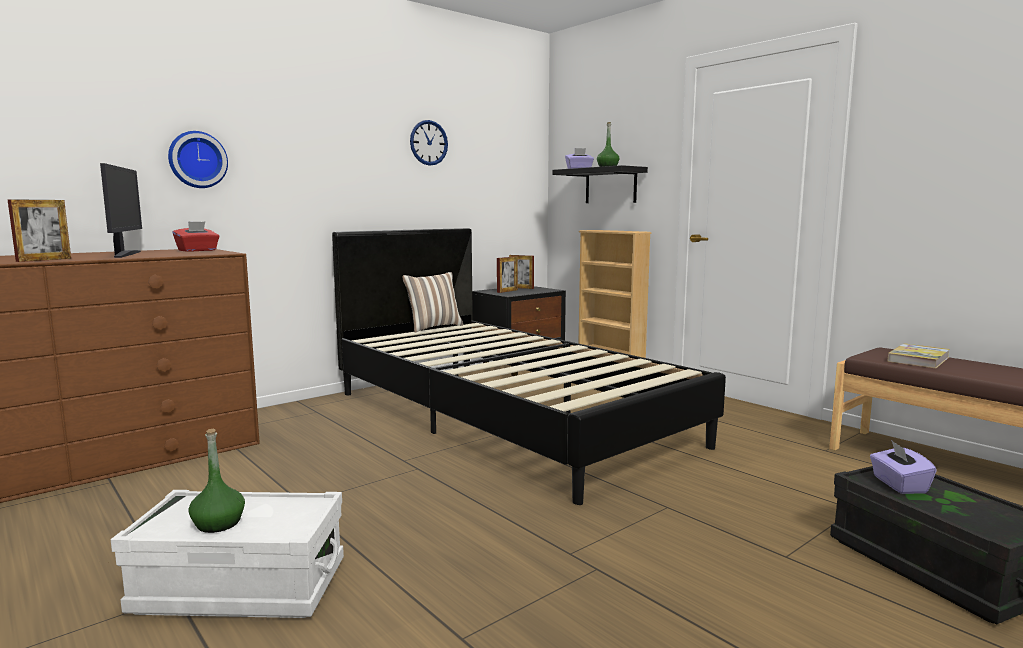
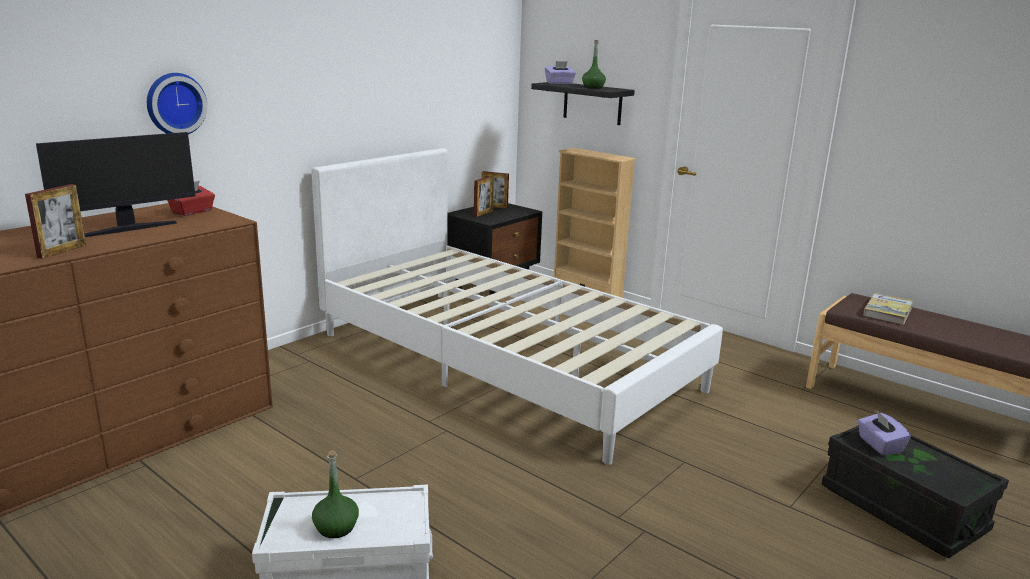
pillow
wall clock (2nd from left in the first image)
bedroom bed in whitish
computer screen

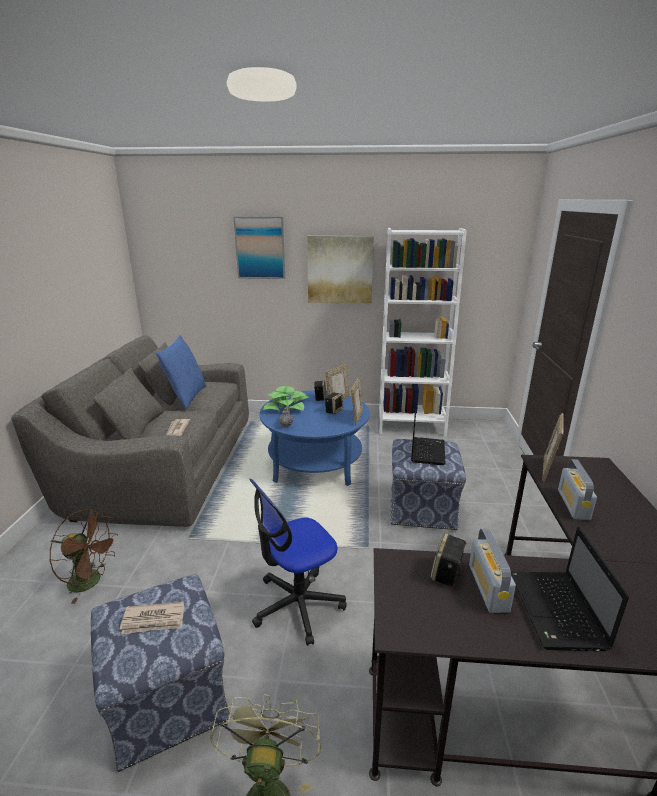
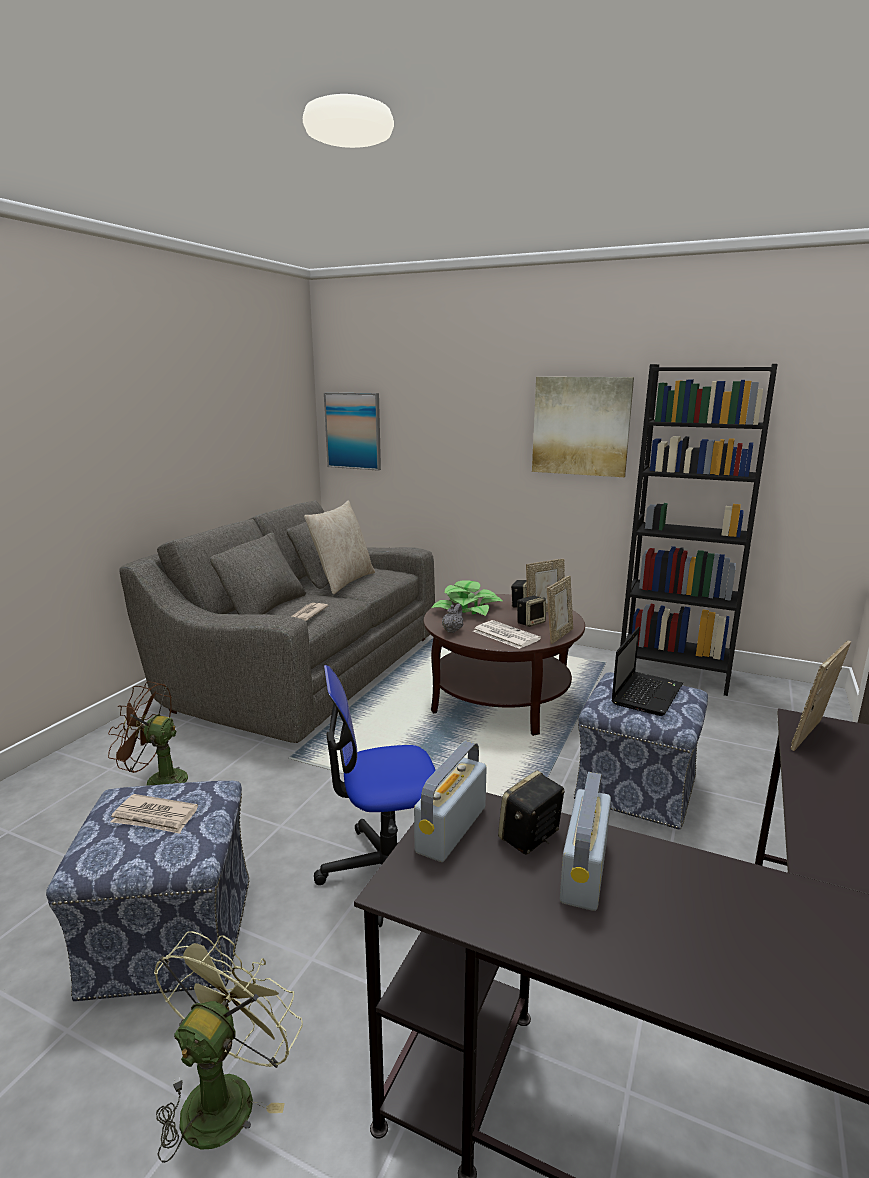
notebook computer (2nd from left in the first image)
newspaper (3rd from left)
wall art (1st from left)
radio (1st from left)
pillow in sand-coloured
coffee table in brown-coloured
bookcase in blackish
electric fan in brown-coloured

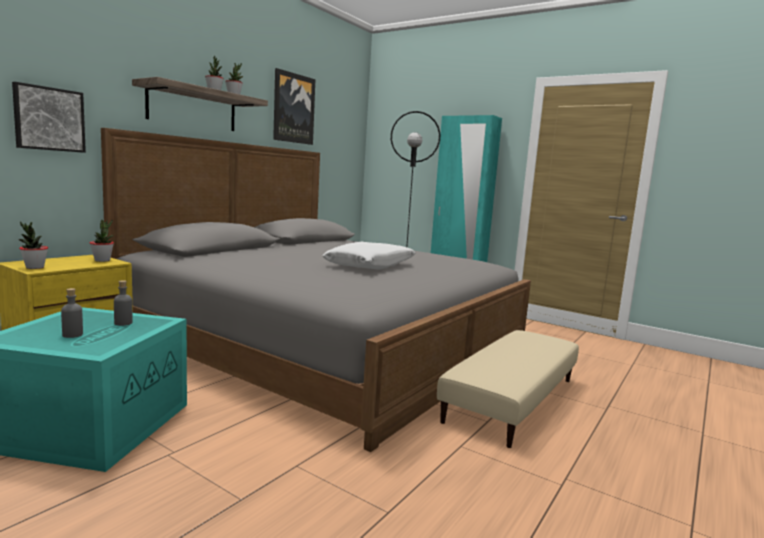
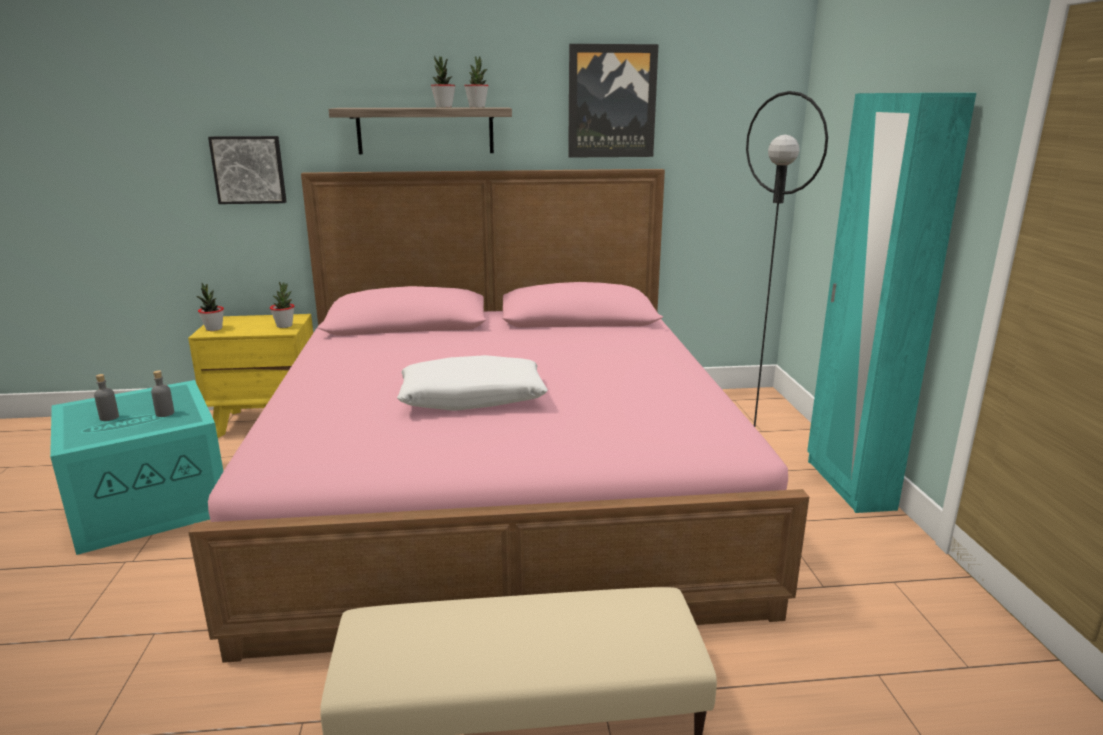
bedroom bed in pinkish

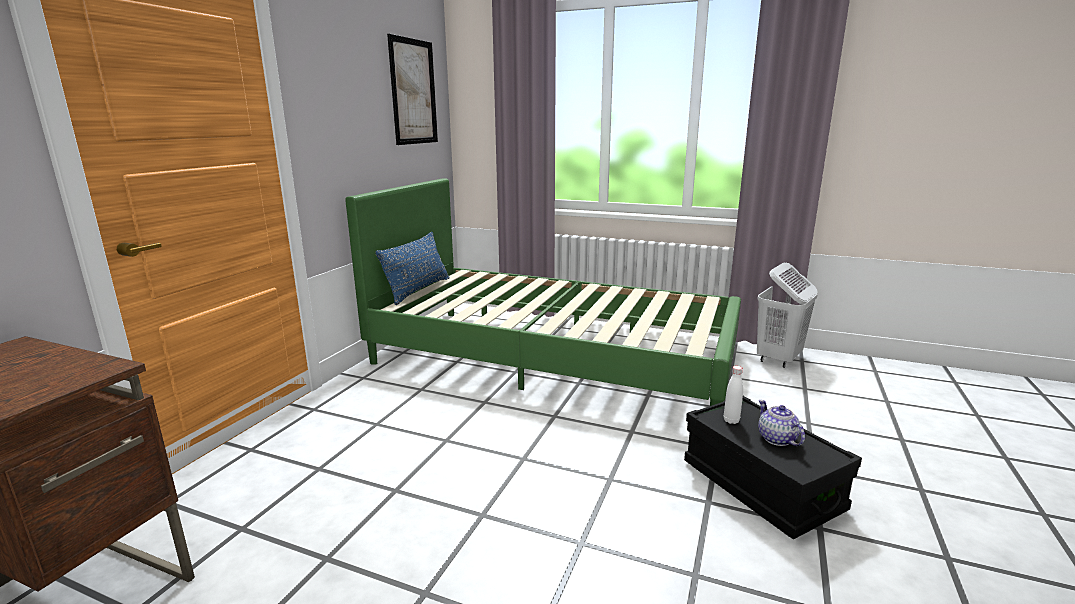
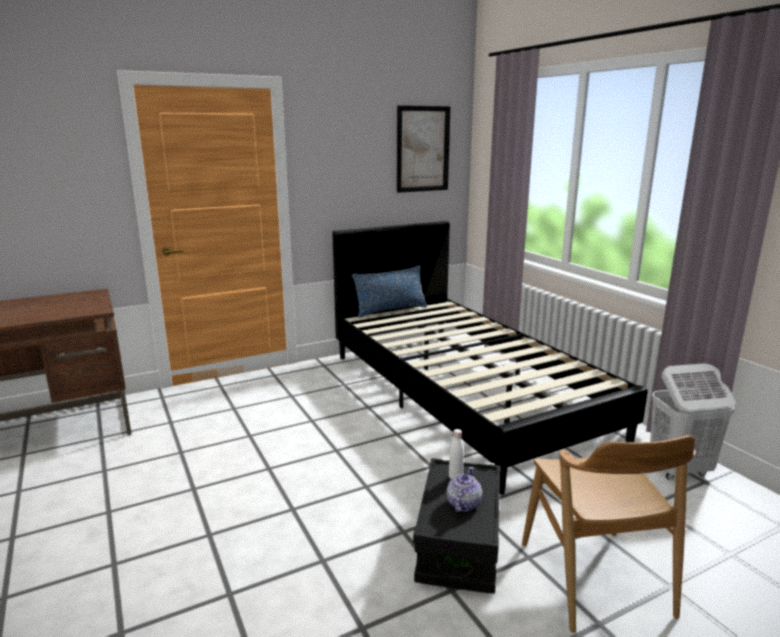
upright chair in brown-coloured
bedroom bed in blackish

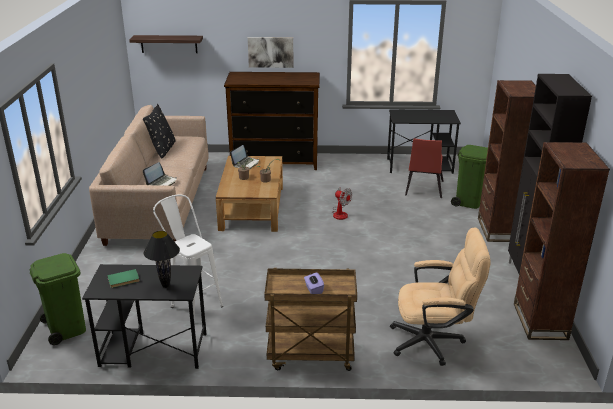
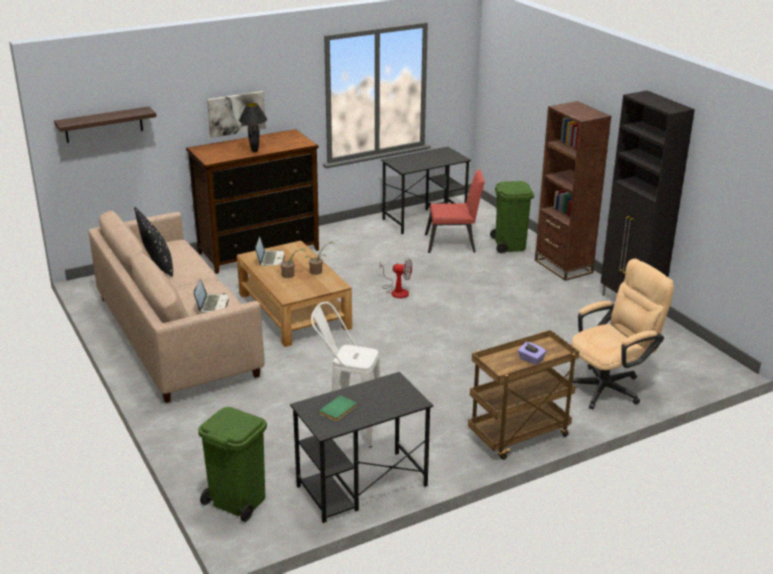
bookcase in brown-coloured (2nd from left in the first image)
lamp for a table in blackish
upright chair in red

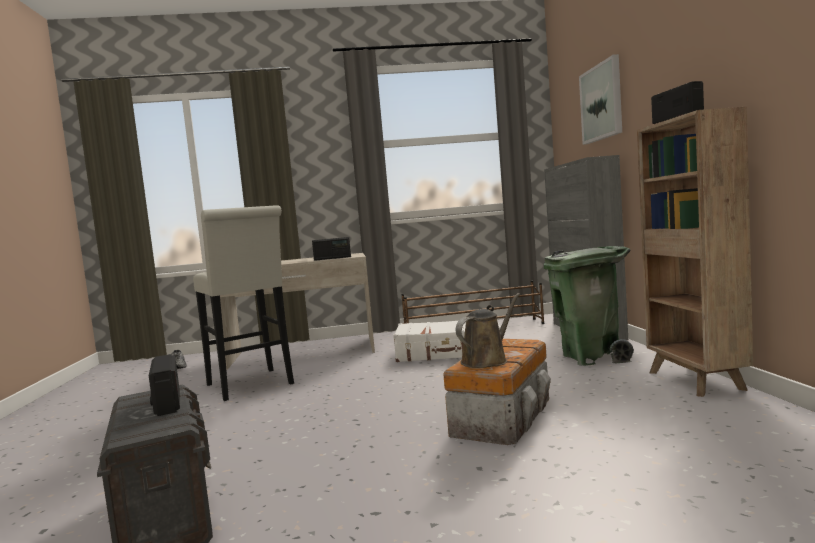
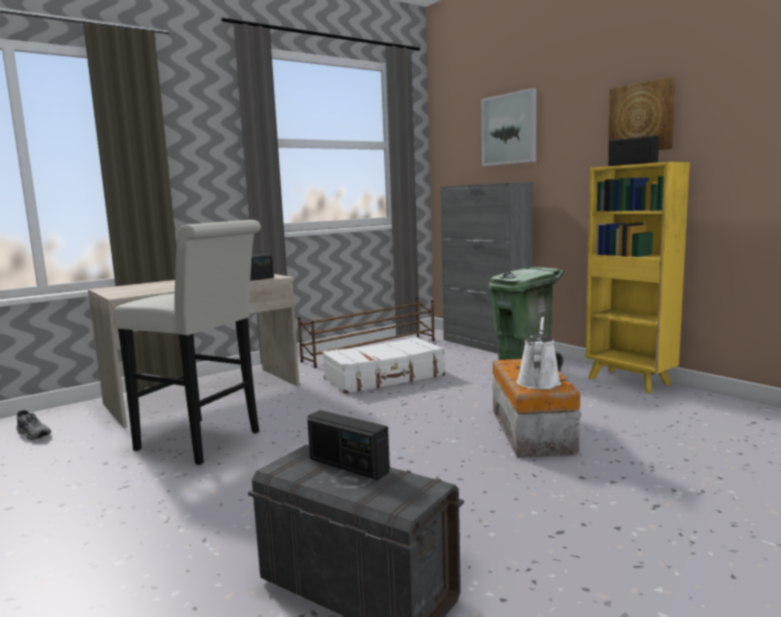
wall art (2nd from left)
watering can in whitish
bookcase in yellow-coloured

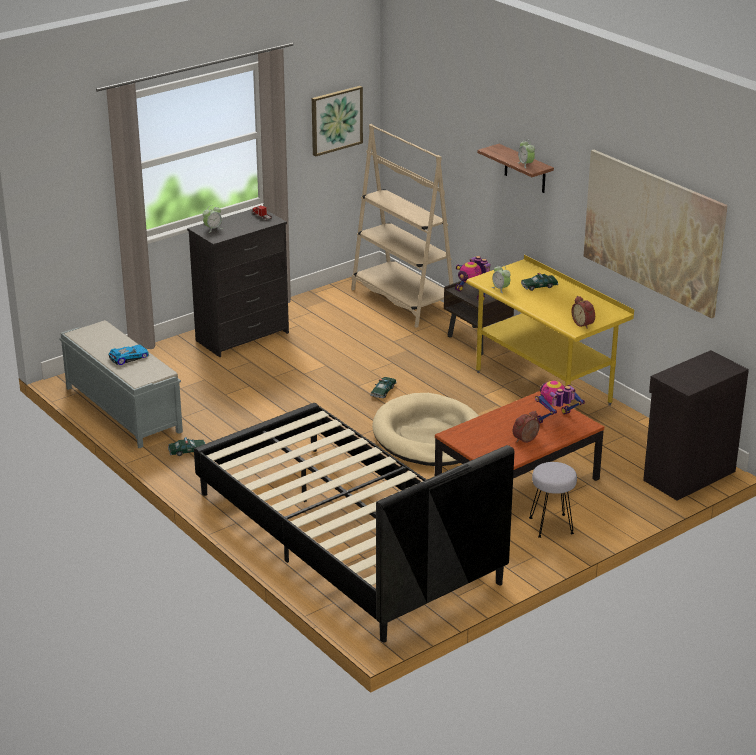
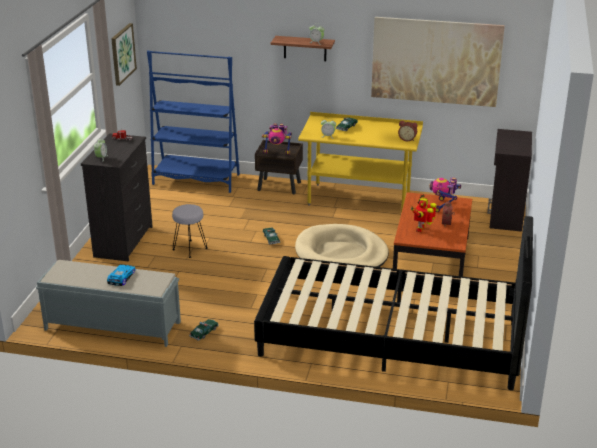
model robot (2nd from left)
stool seat in grey
bookcase in blue

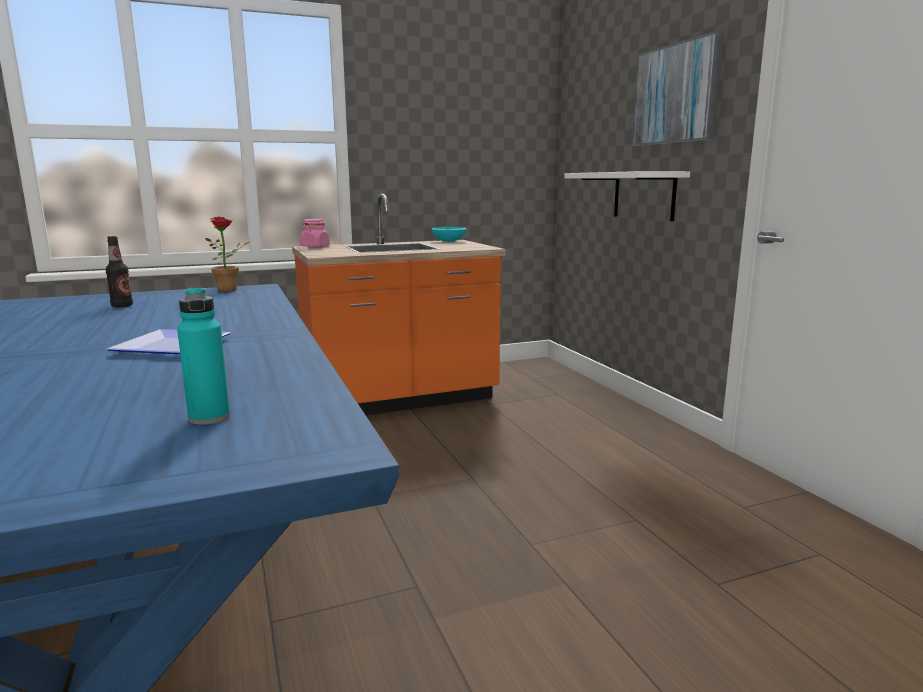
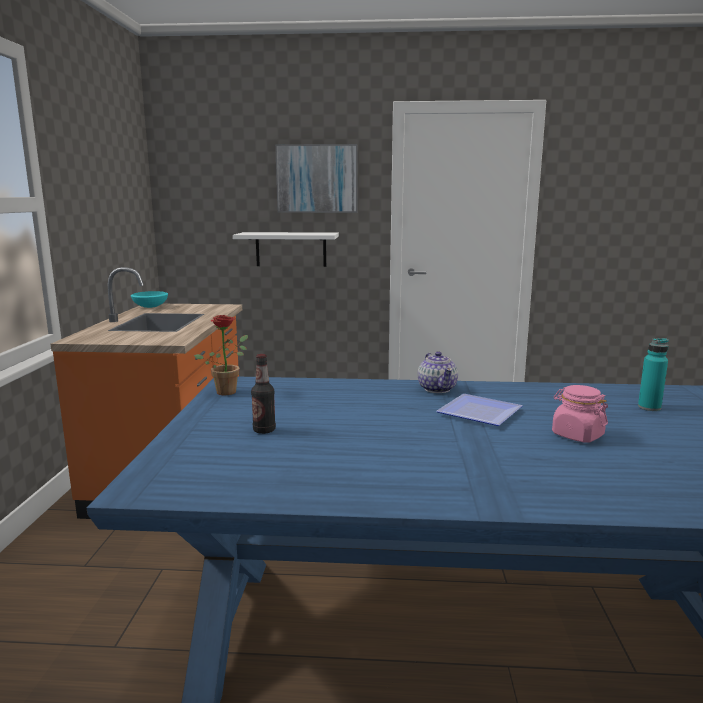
teapot
storage jar in pinkish

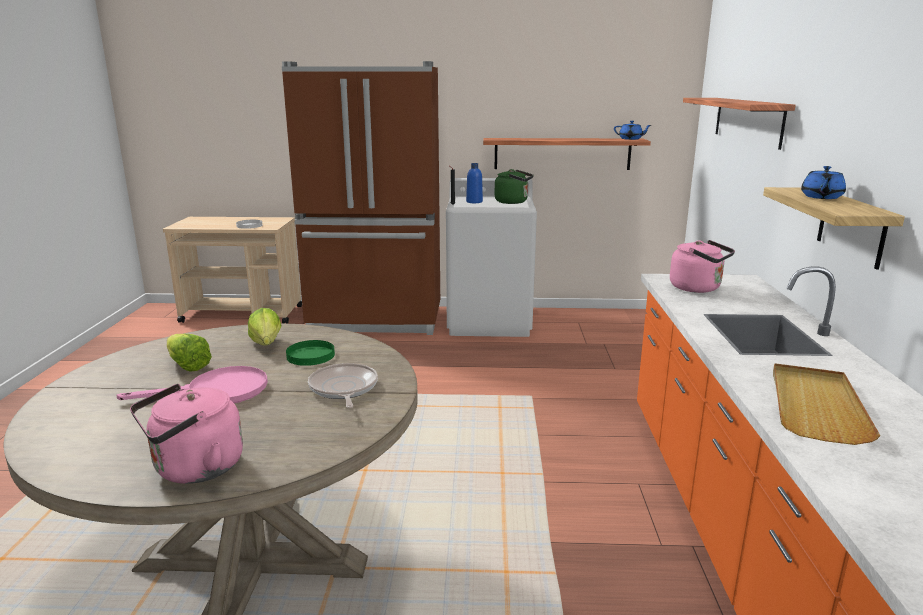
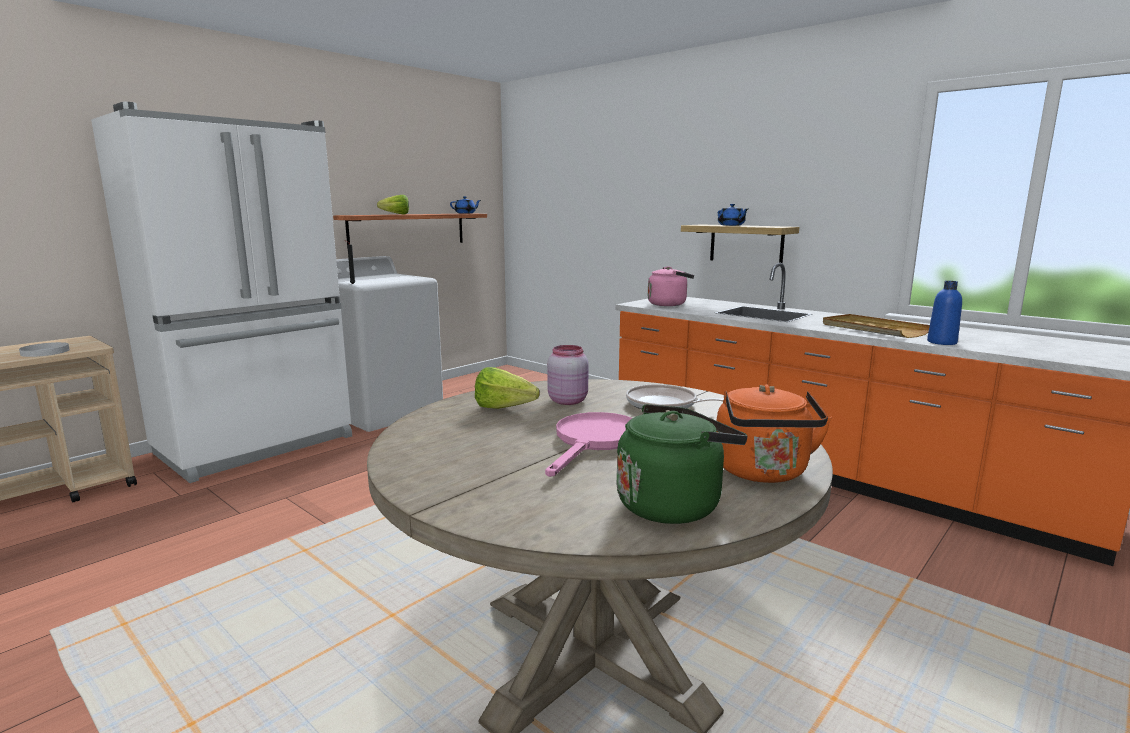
shelf (2nd from left in the first image)
head of lettuce (1st from left)
drink bottle in blue
kettle in greenish
storage jar in pinkish
kettle in orange
refrigerator in whitish

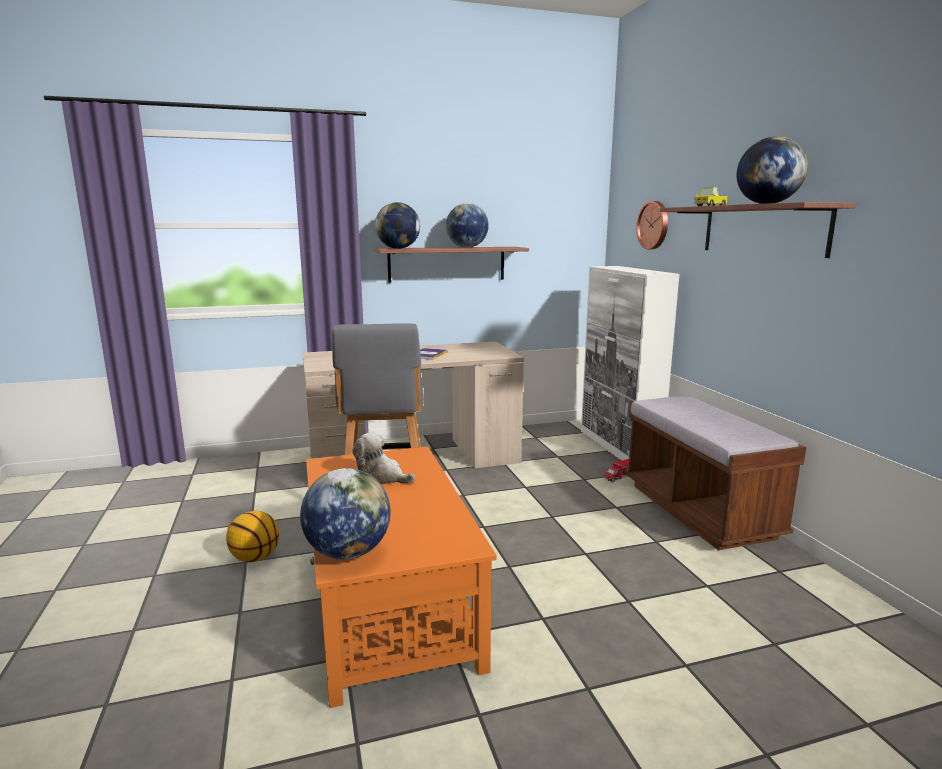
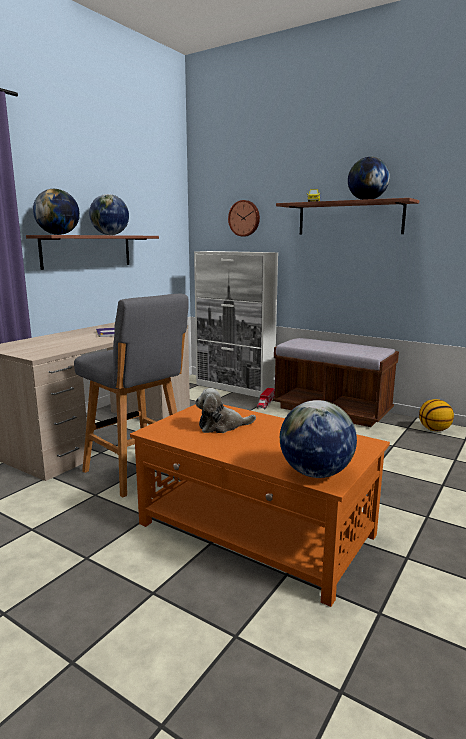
ball for basketball

